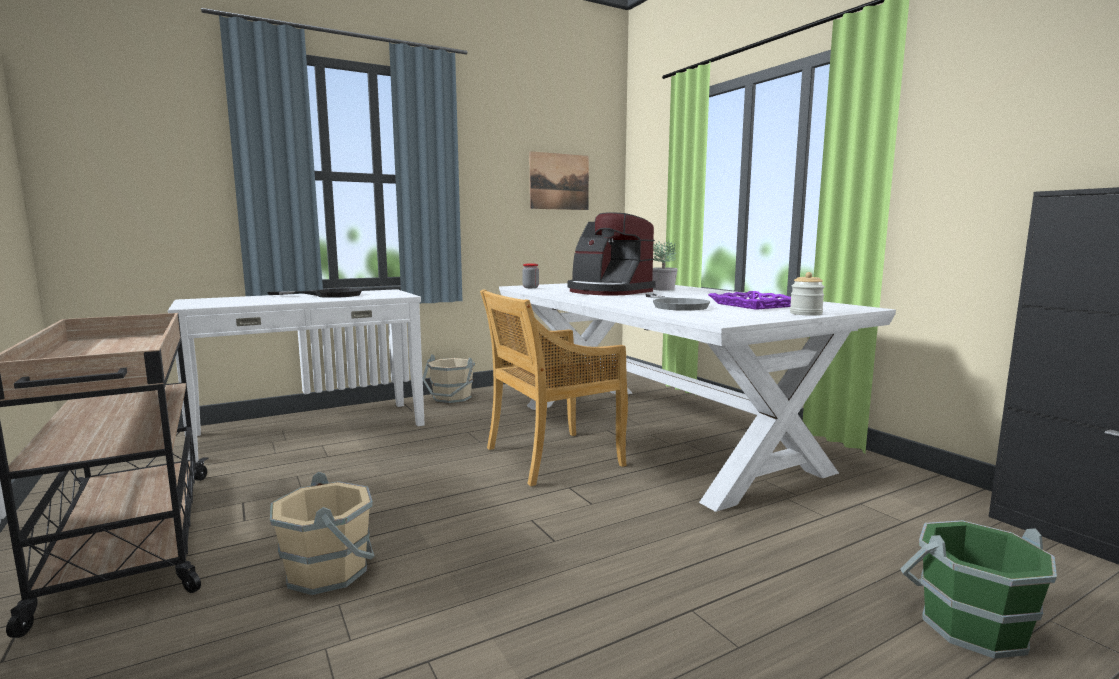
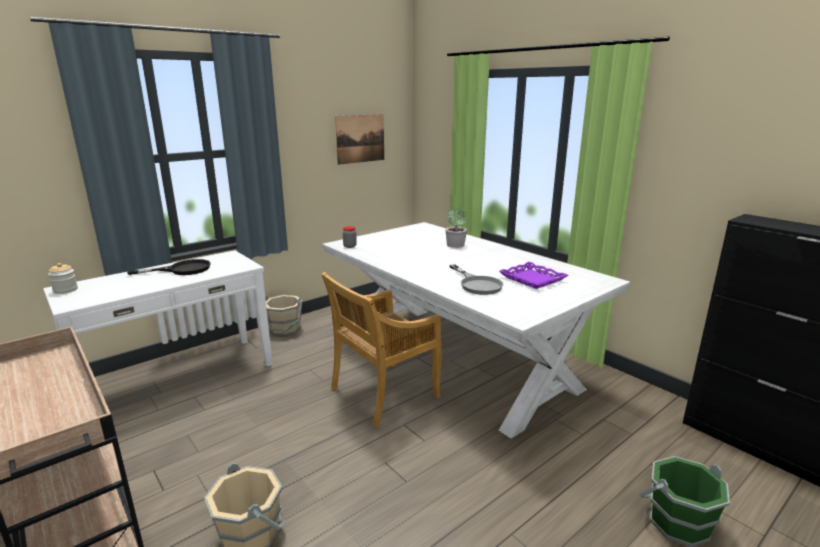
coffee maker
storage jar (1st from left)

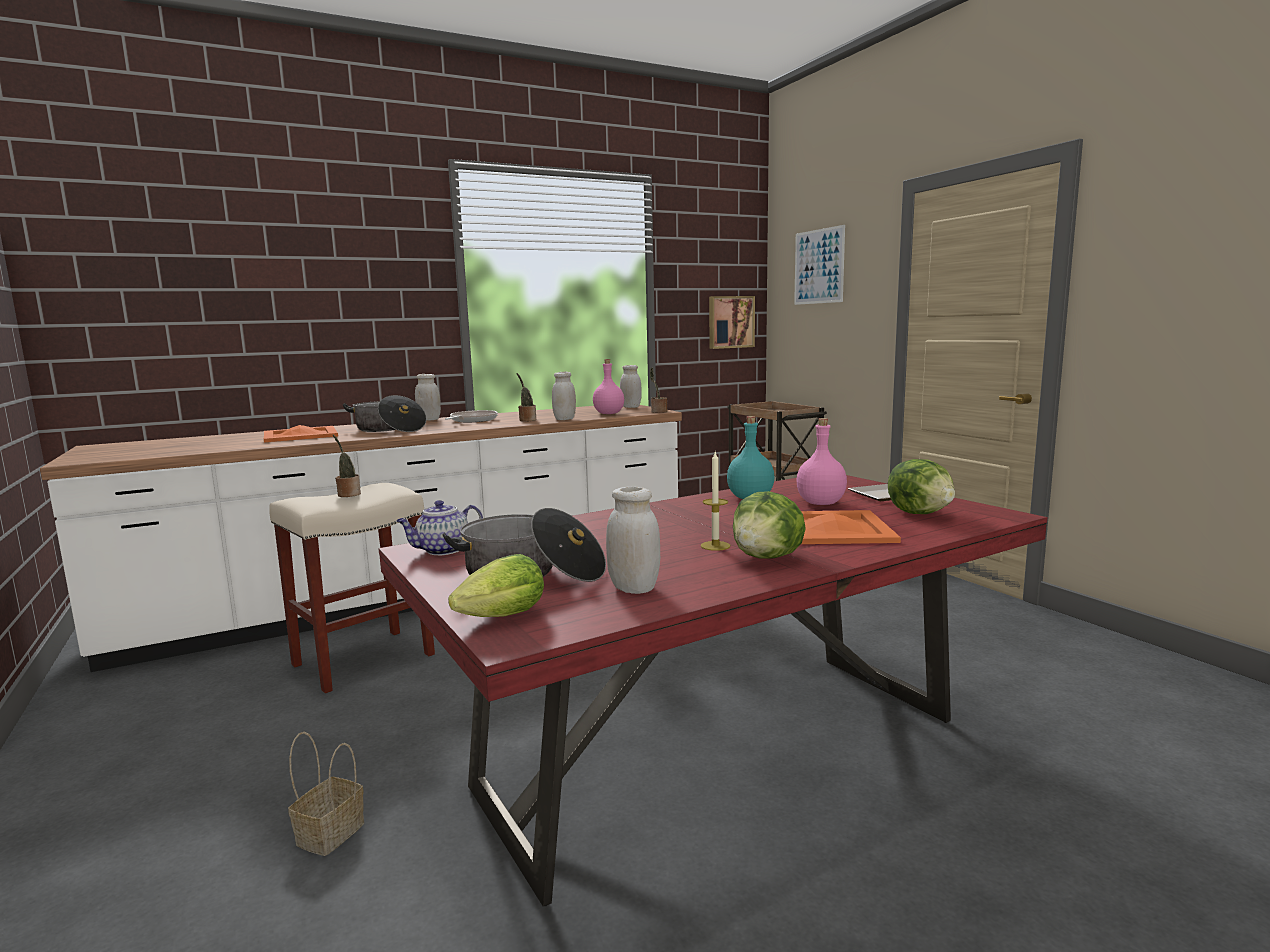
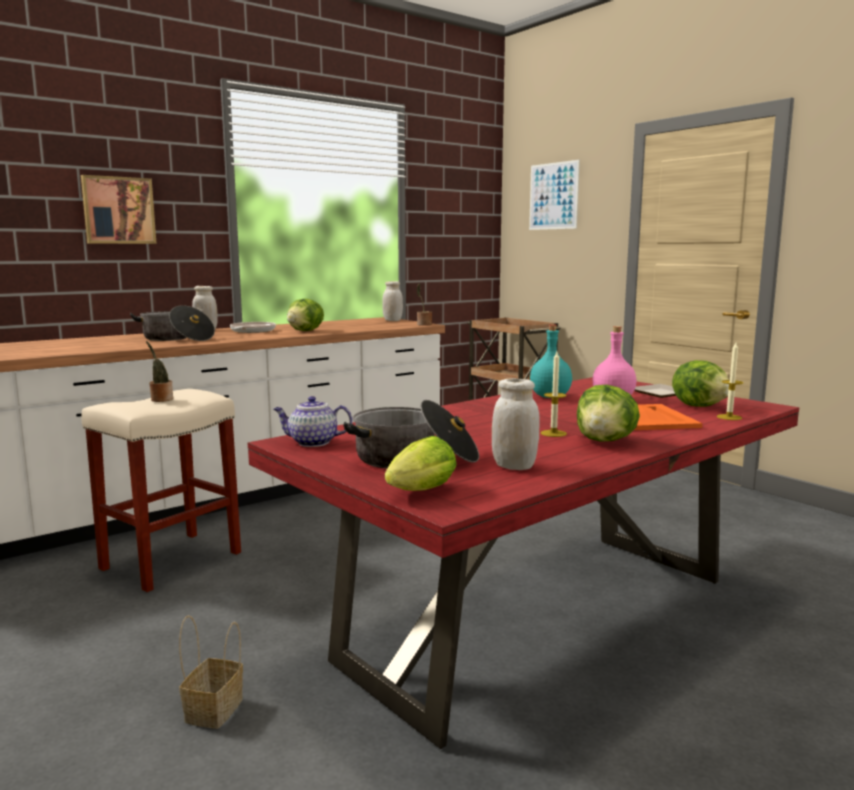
carrying tray in orange (1st from left in the first image)
storage jar in whitish (2nd from left in the first image)
drink bottle in pinkish (1st from left in the first image)
wax light (2nd from left)
wall art (1st from left)
head of lettuce (1st from left)
teapot

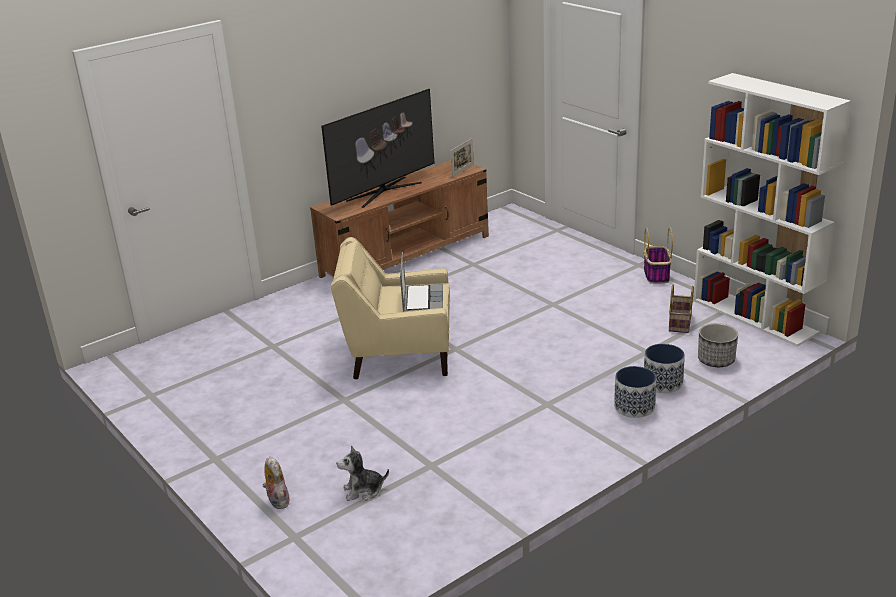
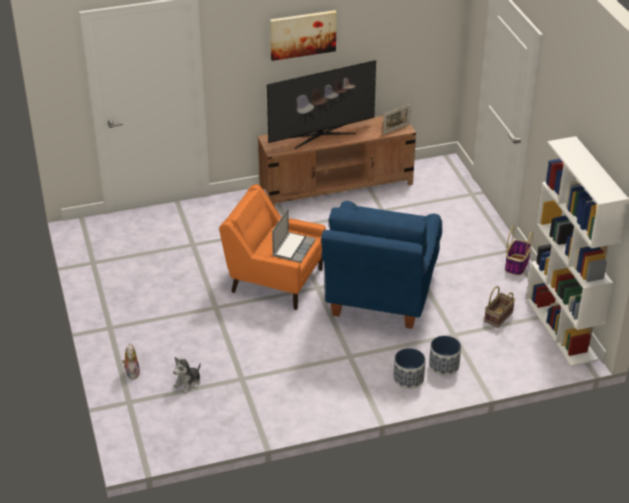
planter (3rd from left in the first image)
wall art
armchair in blue
armchair in orange
soft toy (2nd from left)

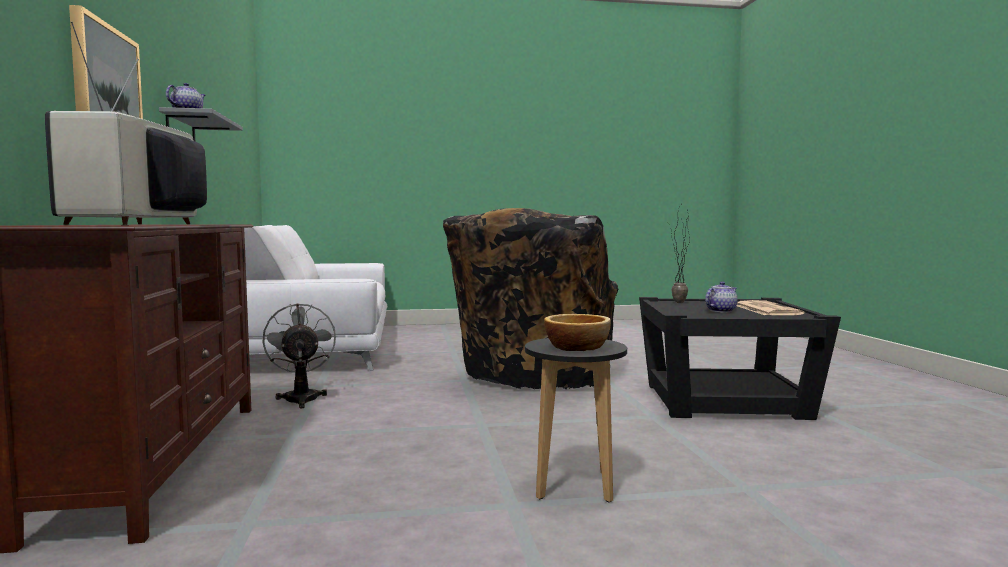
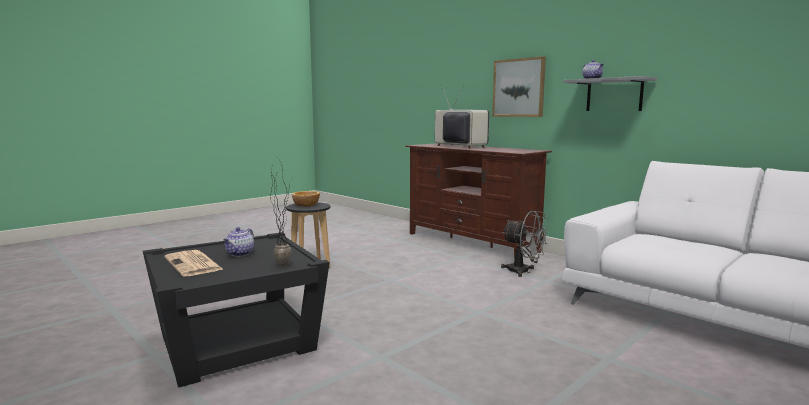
armchair in blackish

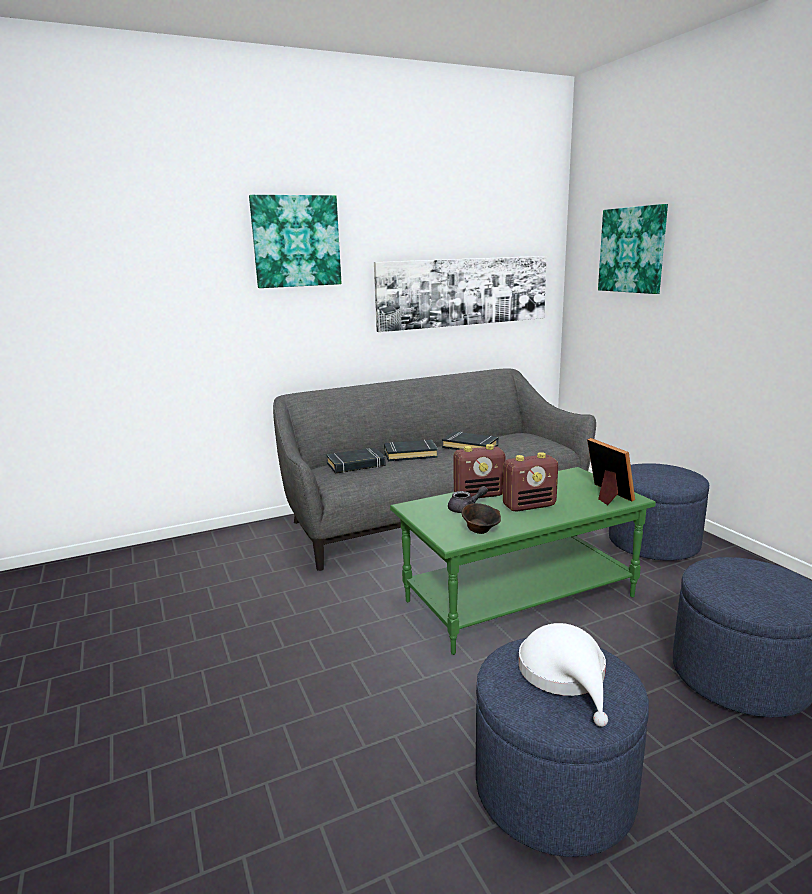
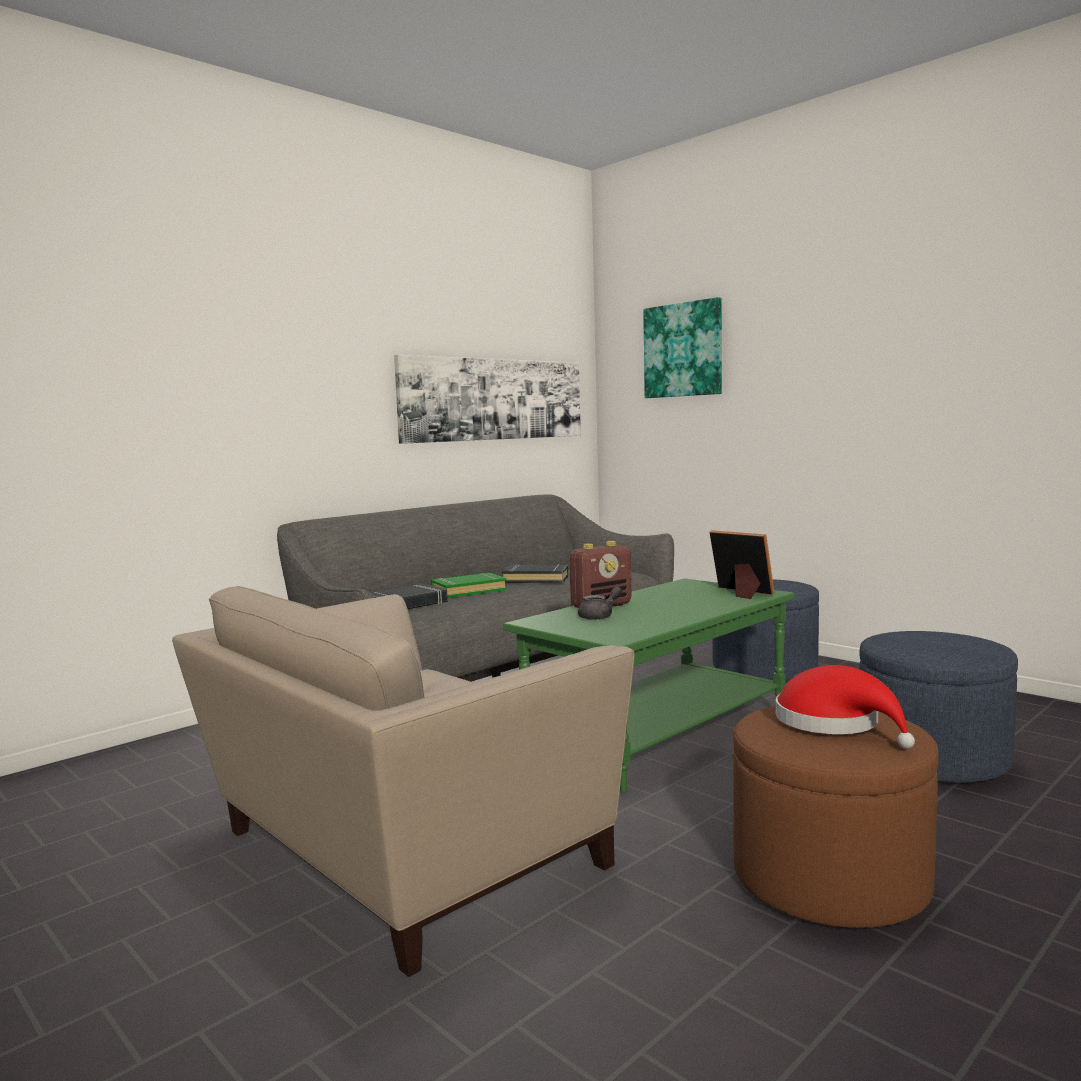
wall art (1st from left in the first image)
bowl in brown-coloured
radio (2nd from left in the first image)
armchair in sand-coloured
book in greenish
footrest in brown-coloured
wearable hat in red

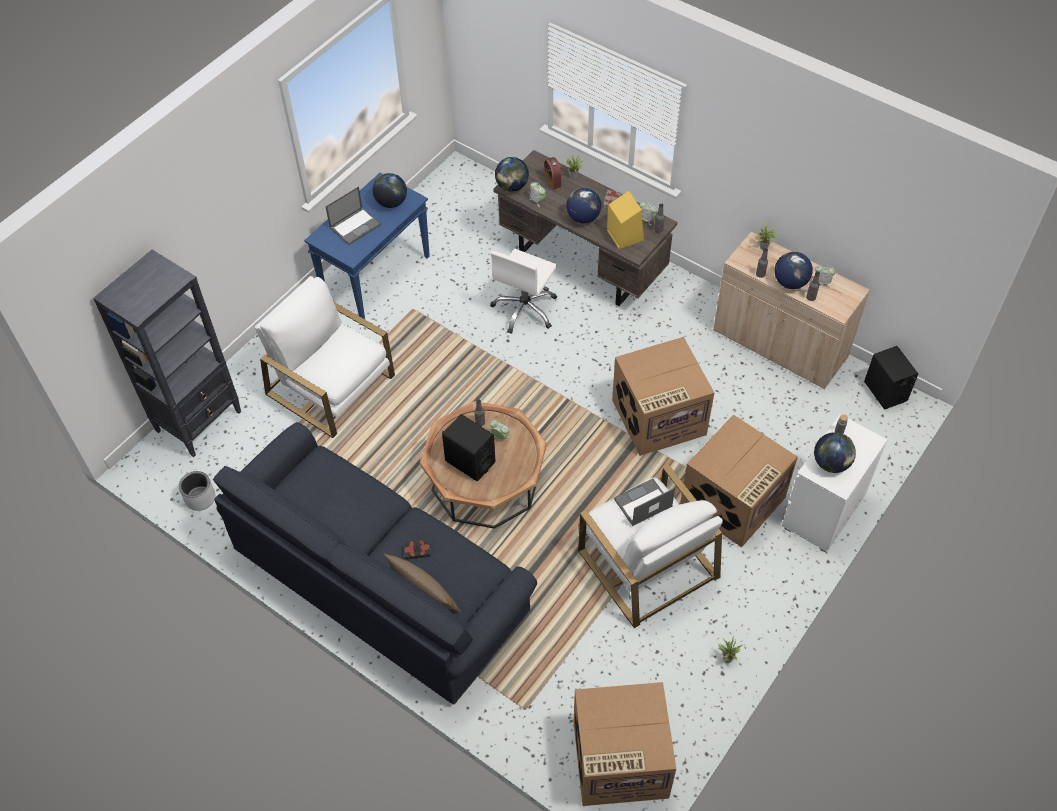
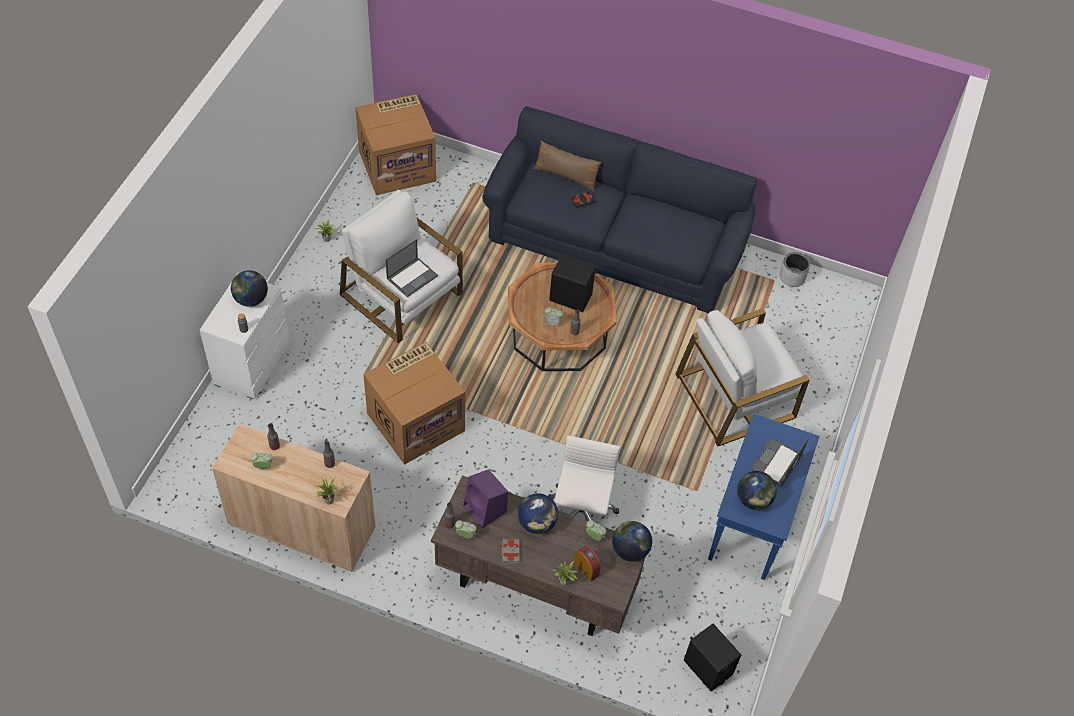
bookcase in blackish
packing box (3rd from left in the first image)
world globe (4th from left in the first image)
audio speaker in blackish (2nd from left)
audio speaker in purplish
armchair in whitish (2nd from left)

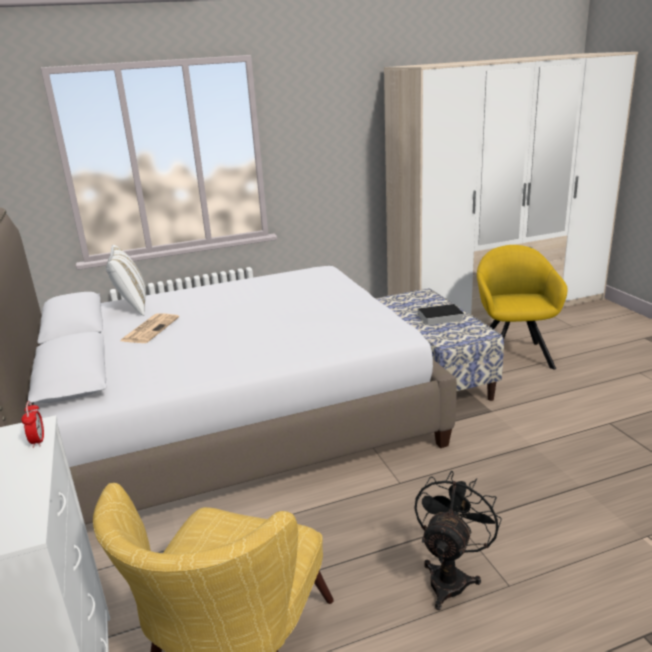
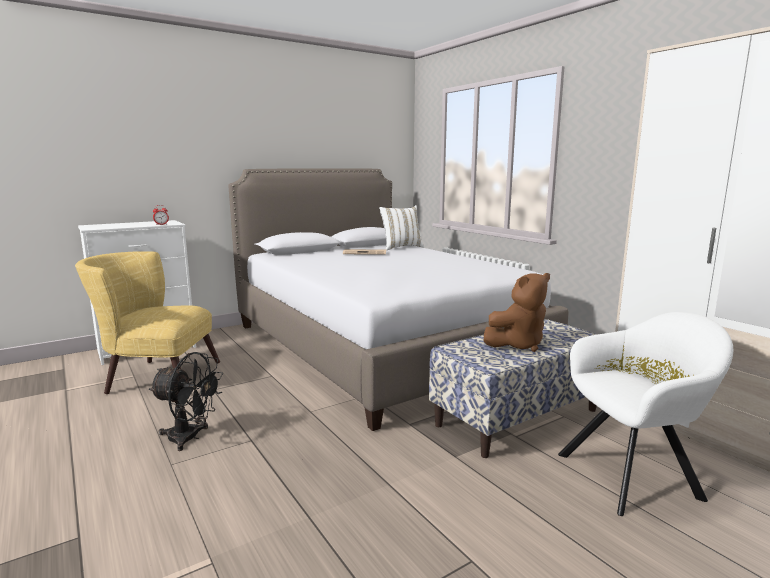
soft toy in brown-coloured
armchair in whitish

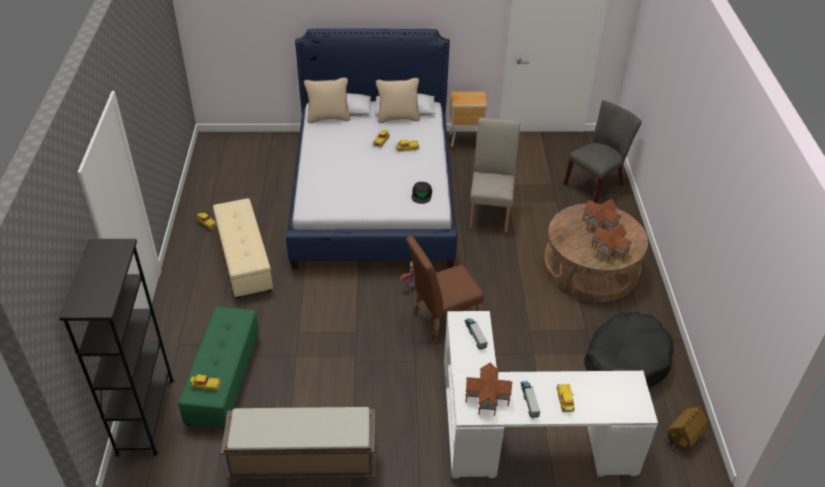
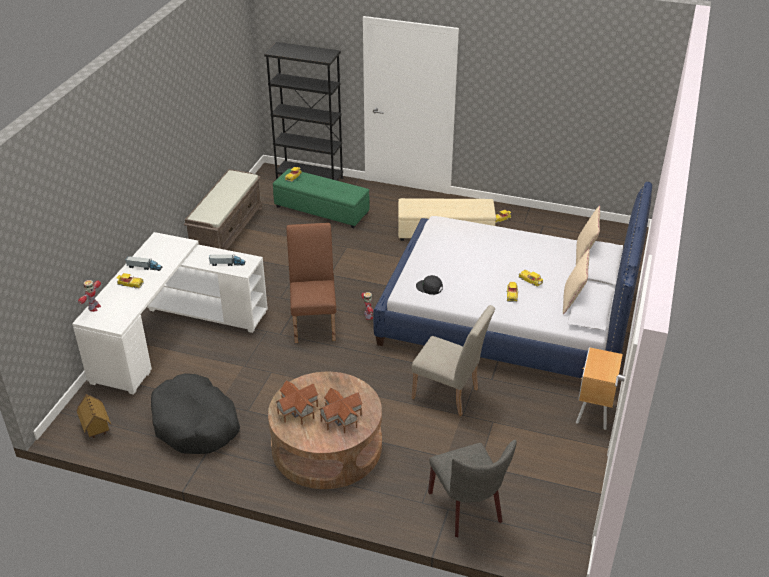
toy house (1st from left in the first image)
model robot (1st from left)

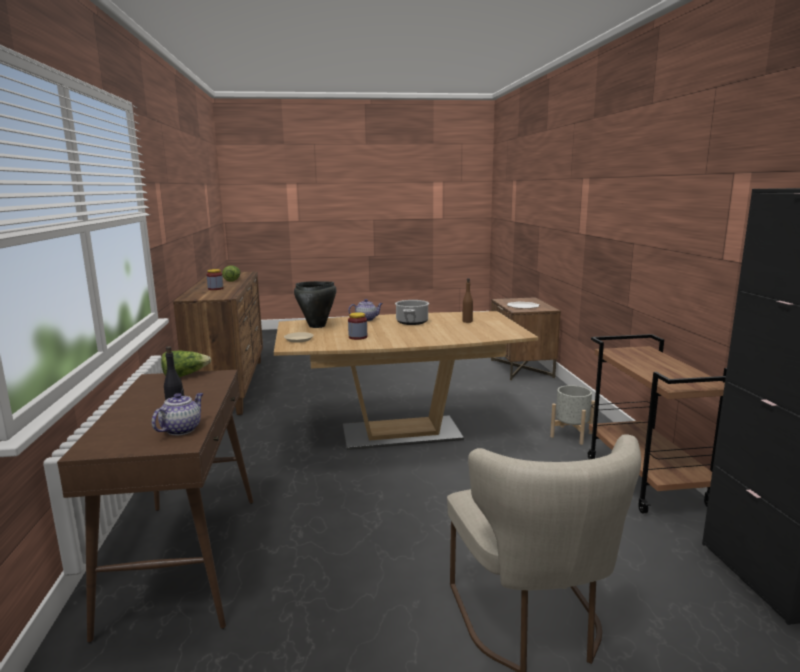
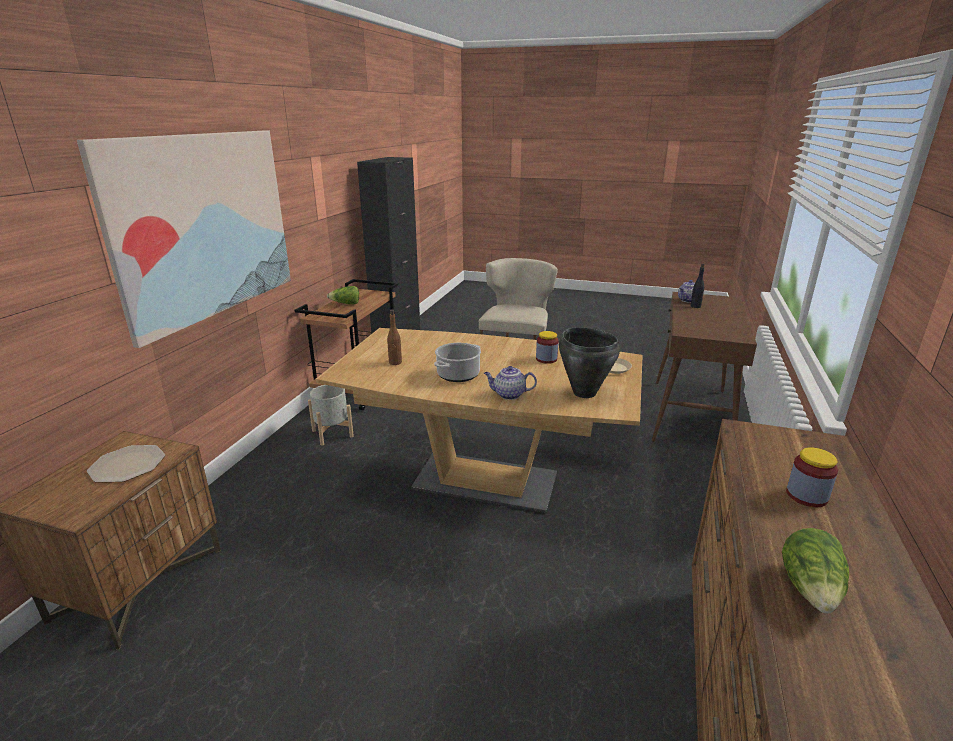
wall art
head of lettuce (1st from left)

